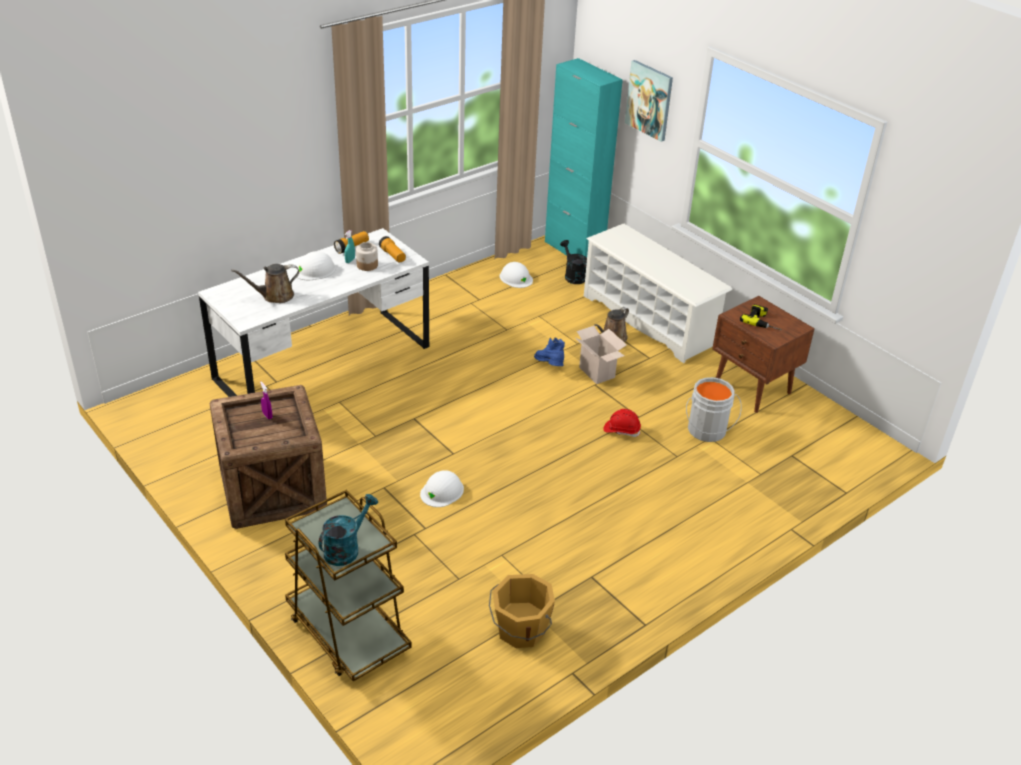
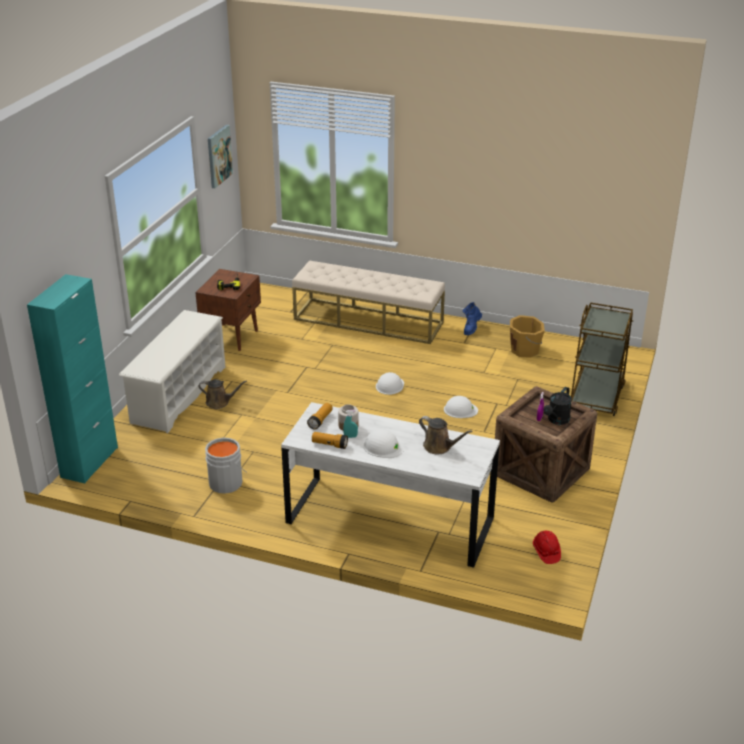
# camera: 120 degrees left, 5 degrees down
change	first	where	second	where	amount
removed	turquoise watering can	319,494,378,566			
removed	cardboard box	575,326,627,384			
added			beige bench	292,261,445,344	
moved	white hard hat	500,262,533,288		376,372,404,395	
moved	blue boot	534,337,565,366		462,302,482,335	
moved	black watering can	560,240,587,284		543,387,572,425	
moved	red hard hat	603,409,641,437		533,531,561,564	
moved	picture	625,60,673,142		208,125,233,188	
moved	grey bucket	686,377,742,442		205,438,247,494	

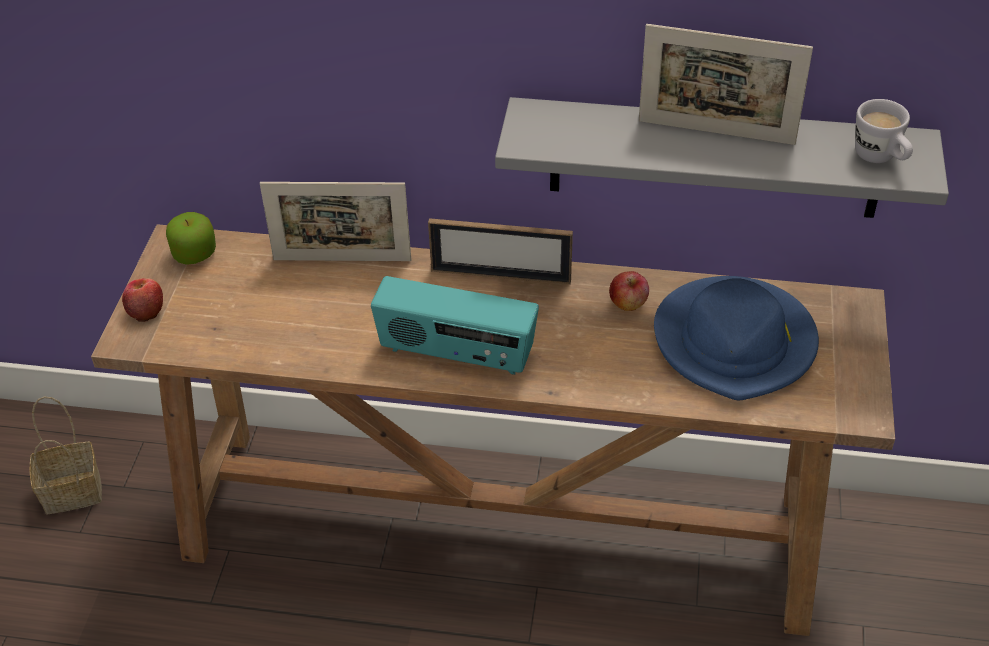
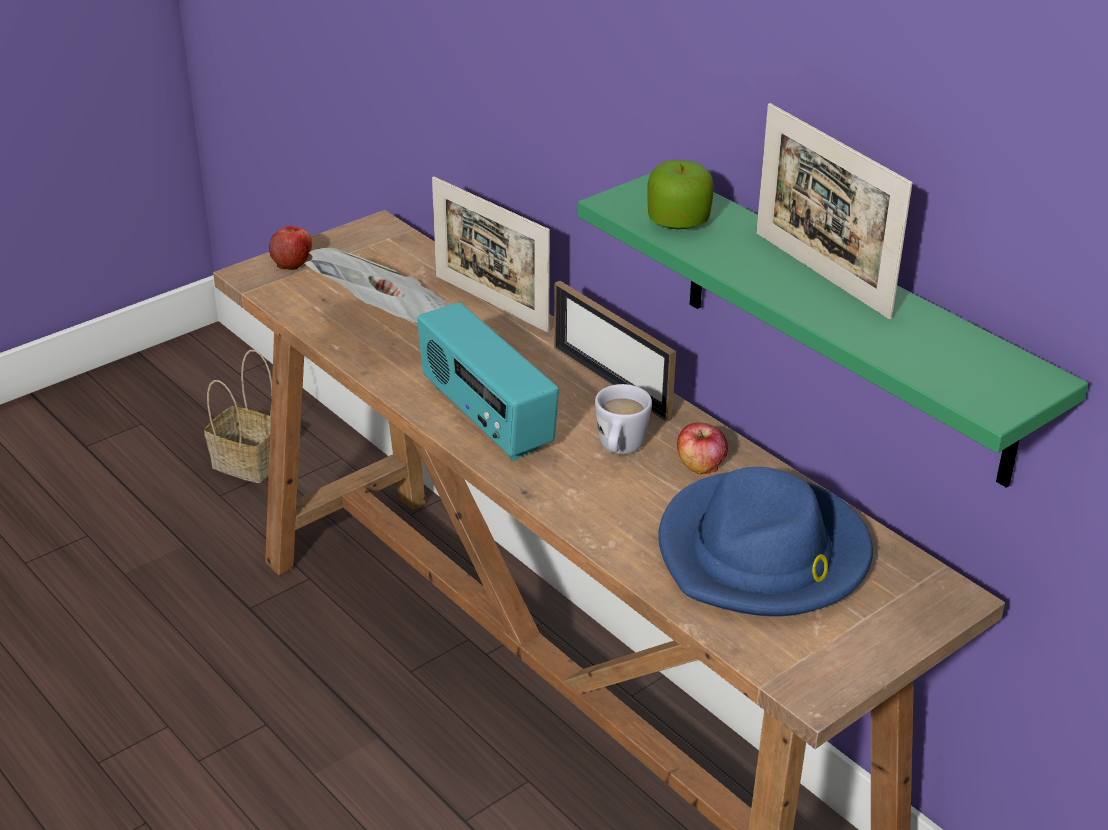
# camera: 40 degrees right, 10 degrees down
change	first	where	second	where	amount
added			newspaper	304,248,451,325	
moved	apple	166,212,216,265		647,160,714,230	
moved	white mug	855,99,913,163		595,384,652,454	
recoloured	grey shelf	495,97,949,218	green shelf	578,173,1089,488	

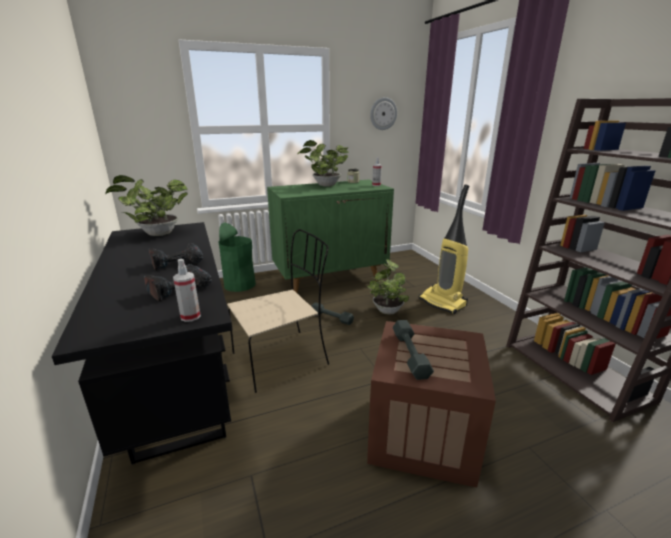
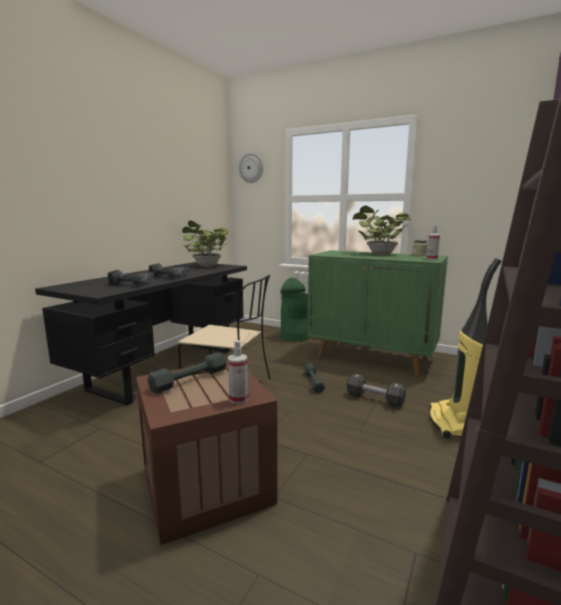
# camera: 50 degrees right, 10 degrees down
change	first	where	second	where	amount
moved	spray bottle	173,259,201,322		228,340,248,404	
moved	wall clock	370,97,397,130		239,153,263,183	
replaced	potted plant	367,259,409,315	black dumbbell	347,373,406,408	

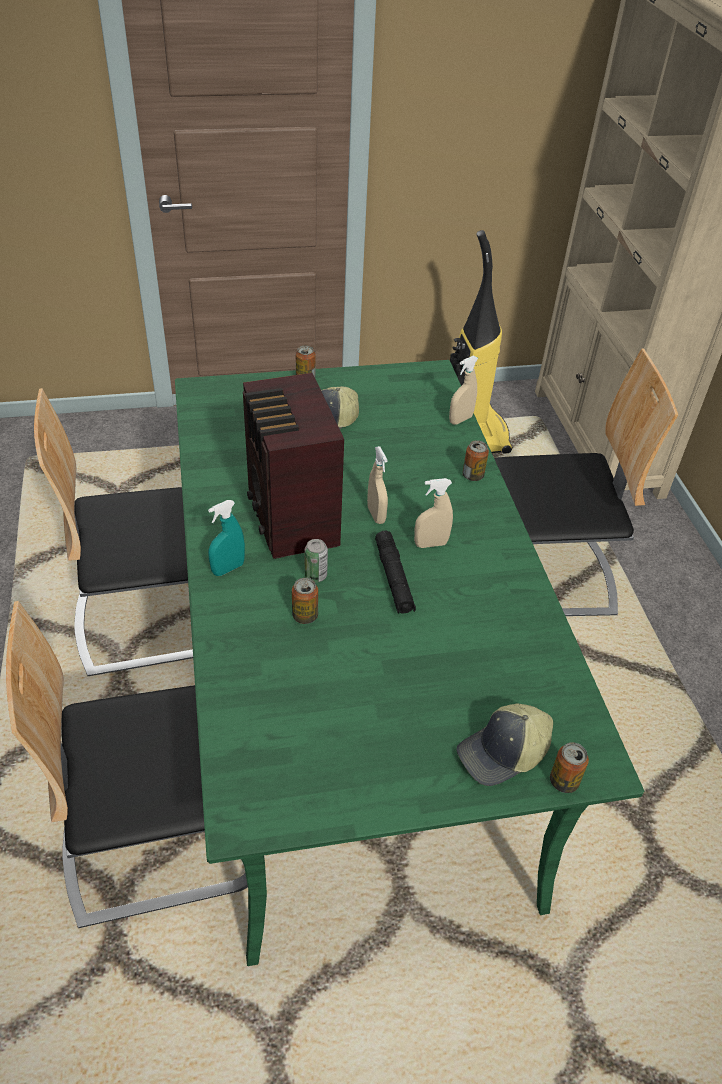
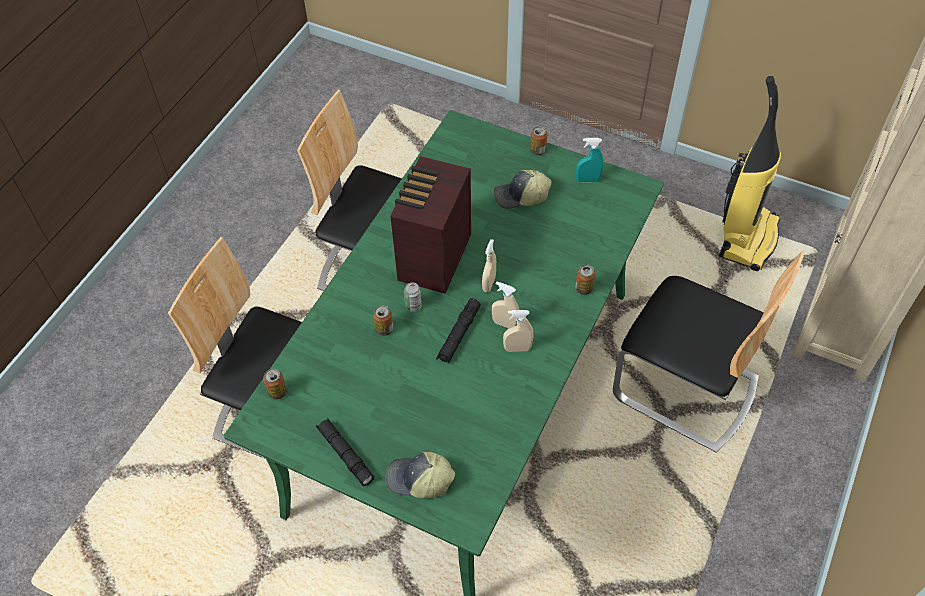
# camera: 40 degrees right, 10 degrees up
change	first	where	second	where	amount
added			black flashlight	316,418,374,486	
moved	turquoise spray bottle	208,500,245,576		576,138,603,182	
moved	beige spray bottle	449,356,478,425		503,310,533,352	
moved	can	550,742,589,793		263,368,287,400	

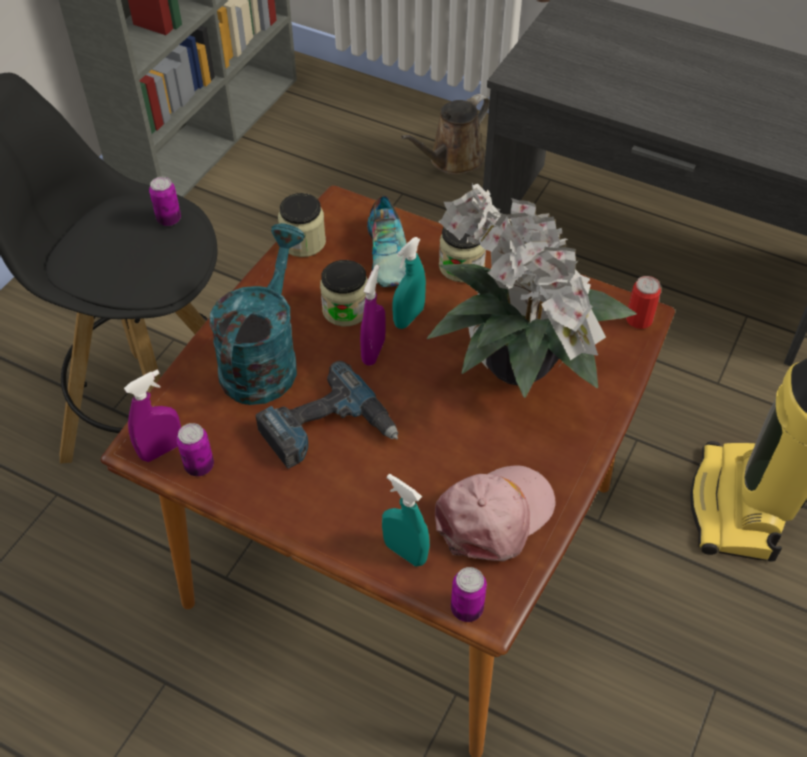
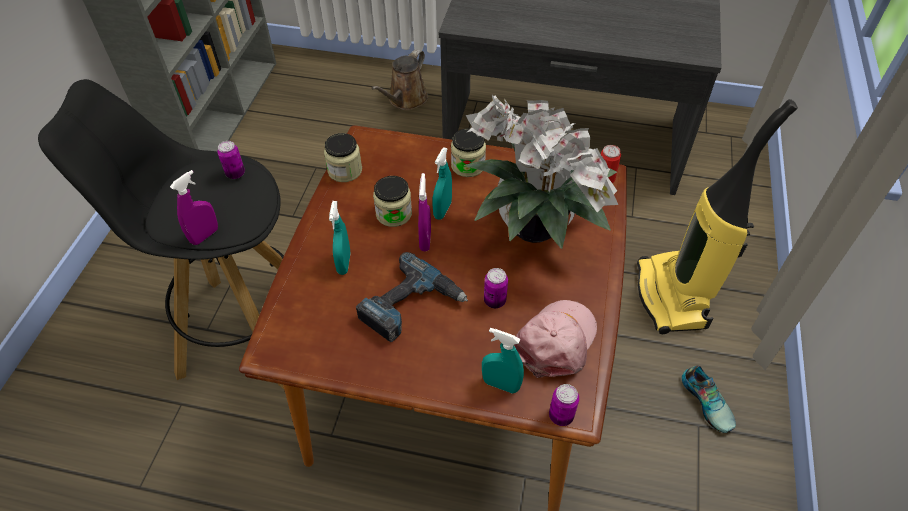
# camera: 15 degrees left, 0 degrees up
change	first	where	second	where	amount
moved	purple spray bottle	124,369,181,462		170,170,218,245	
moved	can	177,423,214,476		484,268,508,308	
moved	shoe	367,196,407,287		682,365,736,433	
replaced	turquoise watering can	210,223,305,405	turquoise spray bottle	329,201,350,275	

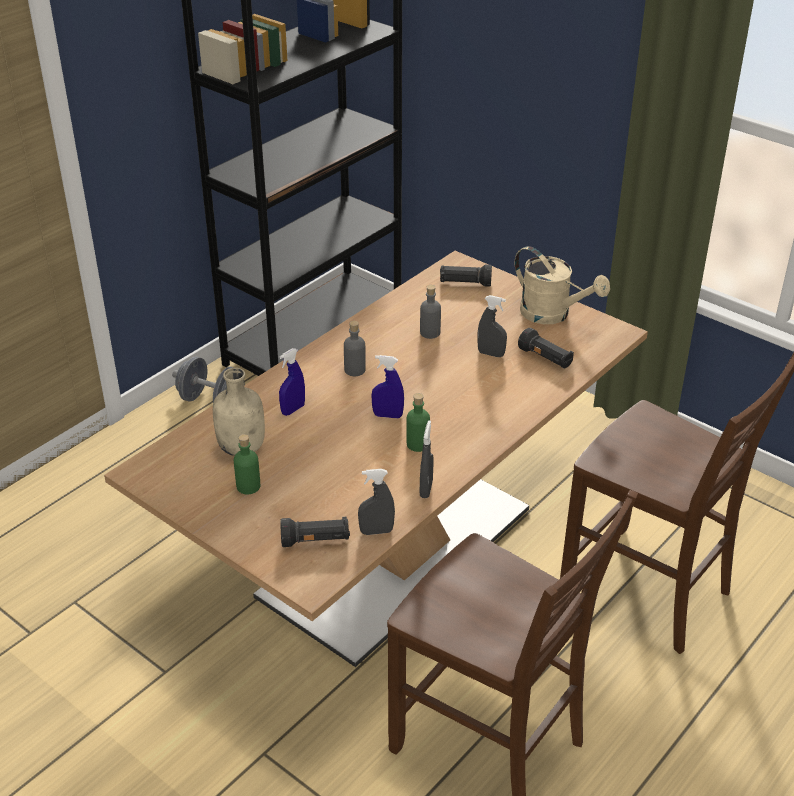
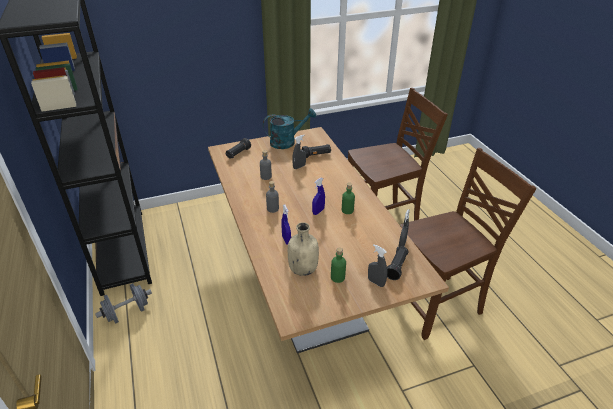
# camera: 60 degrees left, 0 degrees up
change	first	where	second	where	amount
moved	grey spray bottle	420,420,433,498		368,244,387,287	
recoloured	beige watering can	515,246,610,324	turquoise watering can	263,108,316,149	

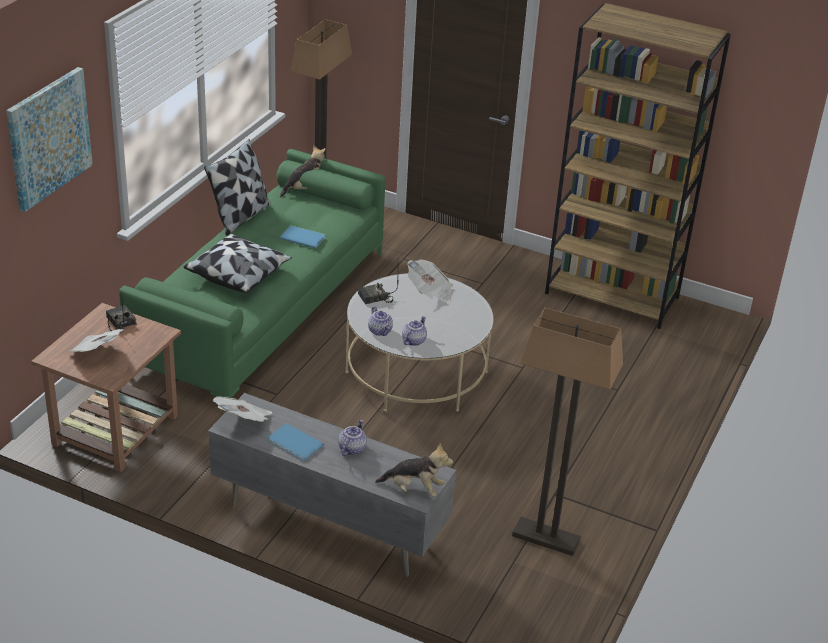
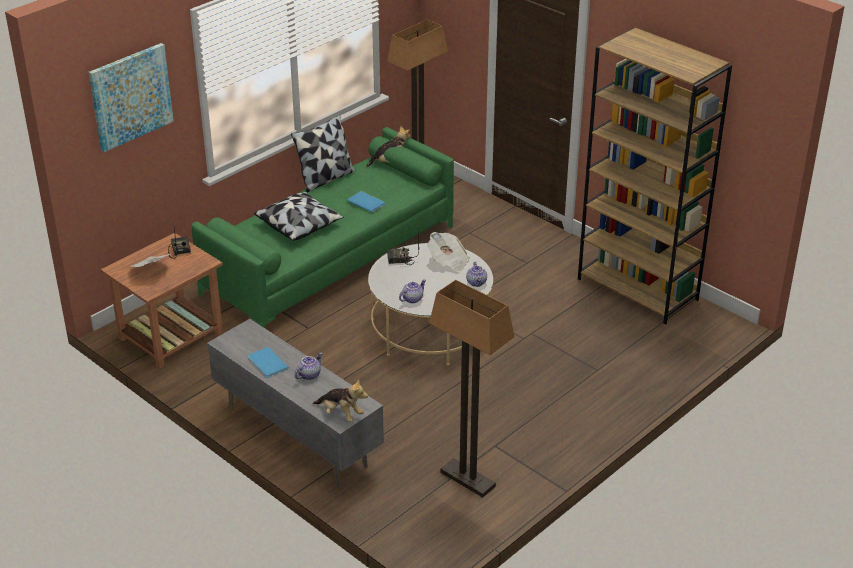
# camera: 20 degrees right, 0 degrees up
change	first	where	second	where	amount
removed	newspaper	213,396,272,422			
moved	teapot	368,306,393,336		466,261,487,287	

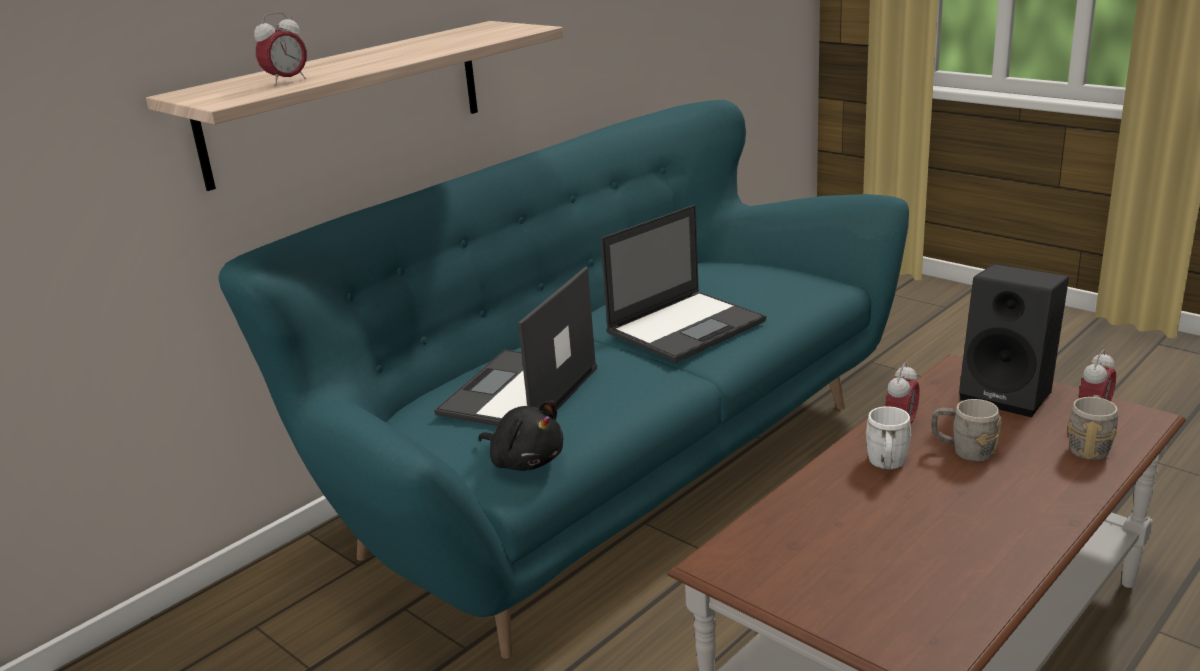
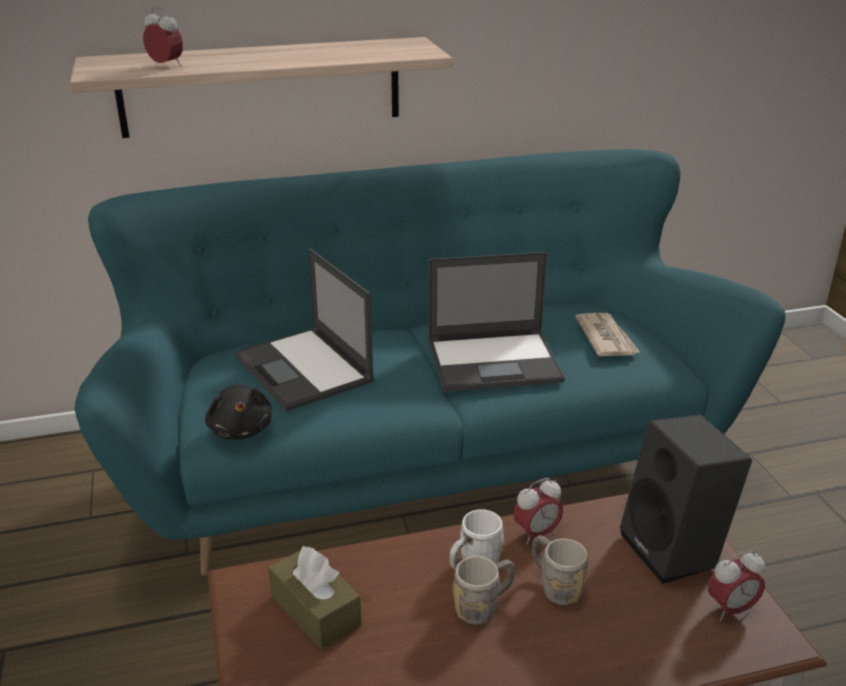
# camera: 30 degrees right, 5 degrees up
change	first	where	second	where	amount
added			brown tissue box	268,546,362,649	
added			newspaper	575,313,640,356	
moved	grey mug	1068,395,1118,460		453,556,515,625	
turned	alarm clock	254,12,307,86		143,7,183,66	135 degrees counterclockwise
turned	laptop	434,266,597,426		234,248,375,411	90 degrees counterclockwise

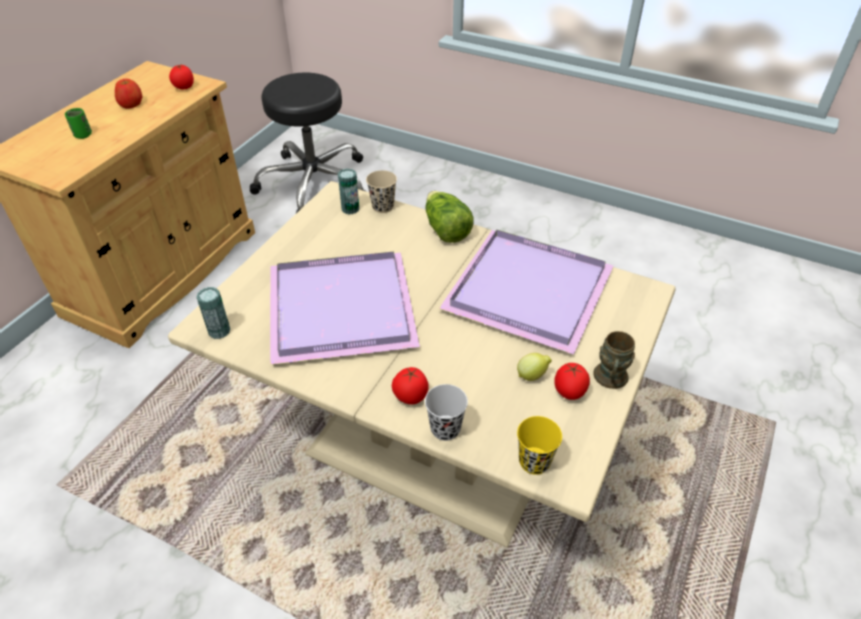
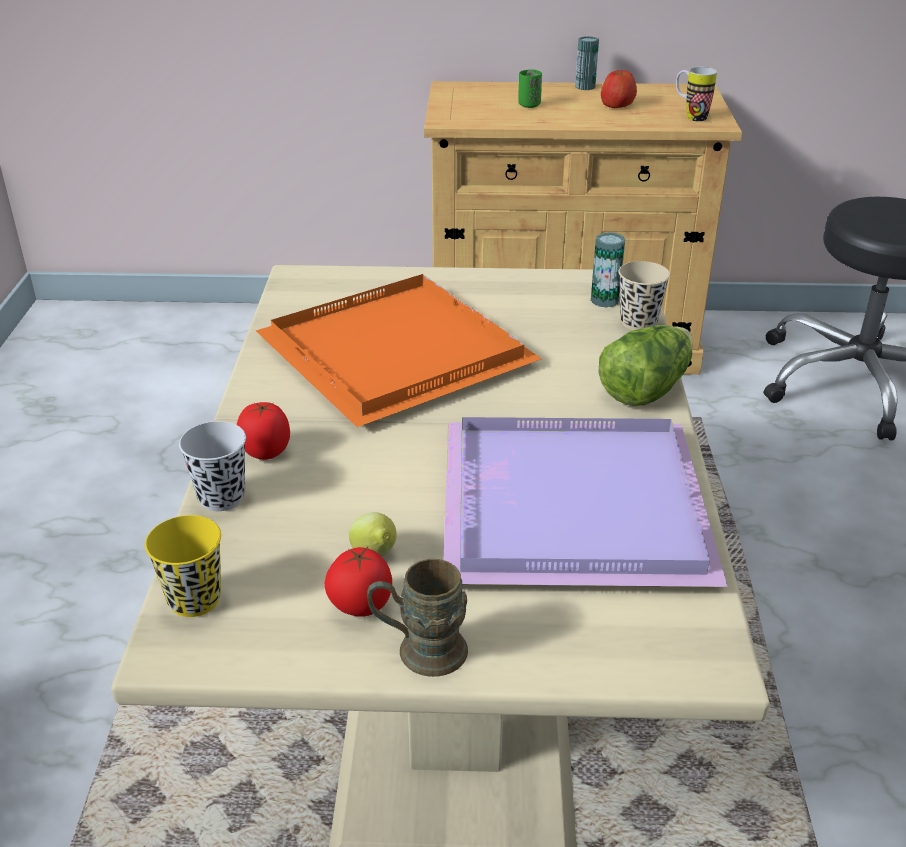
# camera: 65 degrees right, 10 degrees down
change	first	where	second	where	amount
moved	can	197,287,230,339		575,36,599,90	
replaced	tomato	169,65,194,89	mug	676,67,717,121	
recoloured	purple tray	270,252,420,365	orange tray	256,274,541,427	

